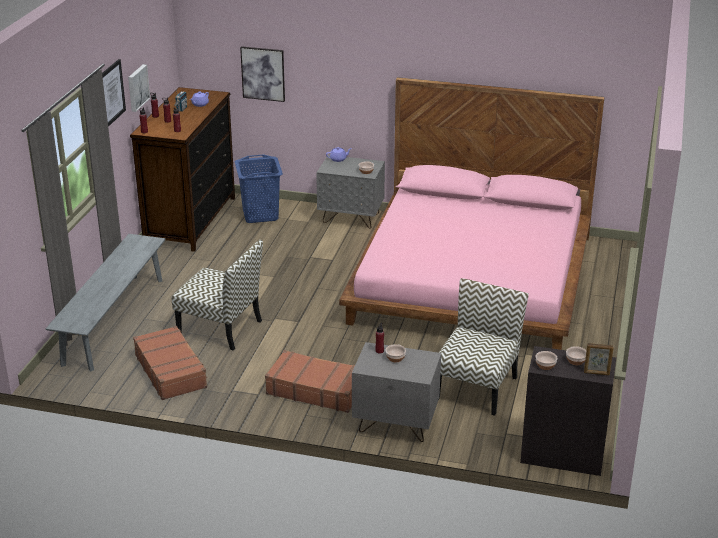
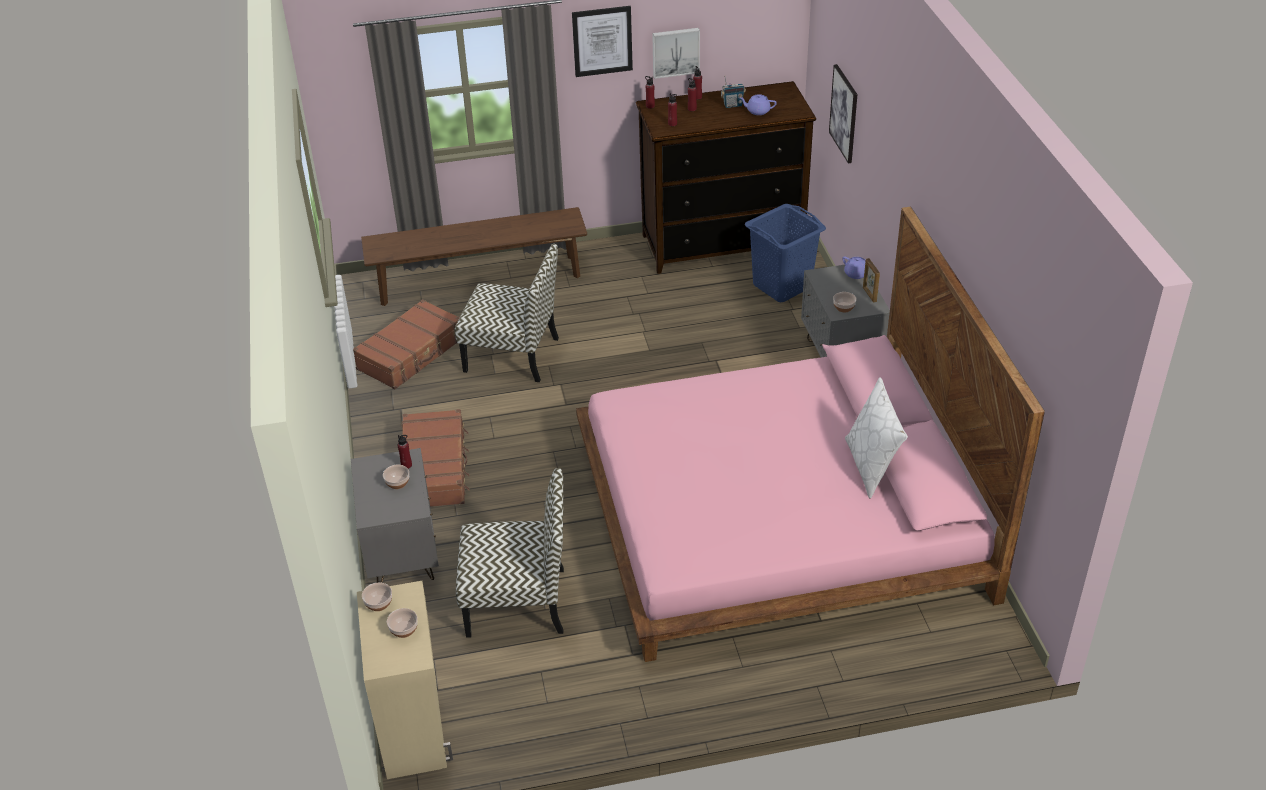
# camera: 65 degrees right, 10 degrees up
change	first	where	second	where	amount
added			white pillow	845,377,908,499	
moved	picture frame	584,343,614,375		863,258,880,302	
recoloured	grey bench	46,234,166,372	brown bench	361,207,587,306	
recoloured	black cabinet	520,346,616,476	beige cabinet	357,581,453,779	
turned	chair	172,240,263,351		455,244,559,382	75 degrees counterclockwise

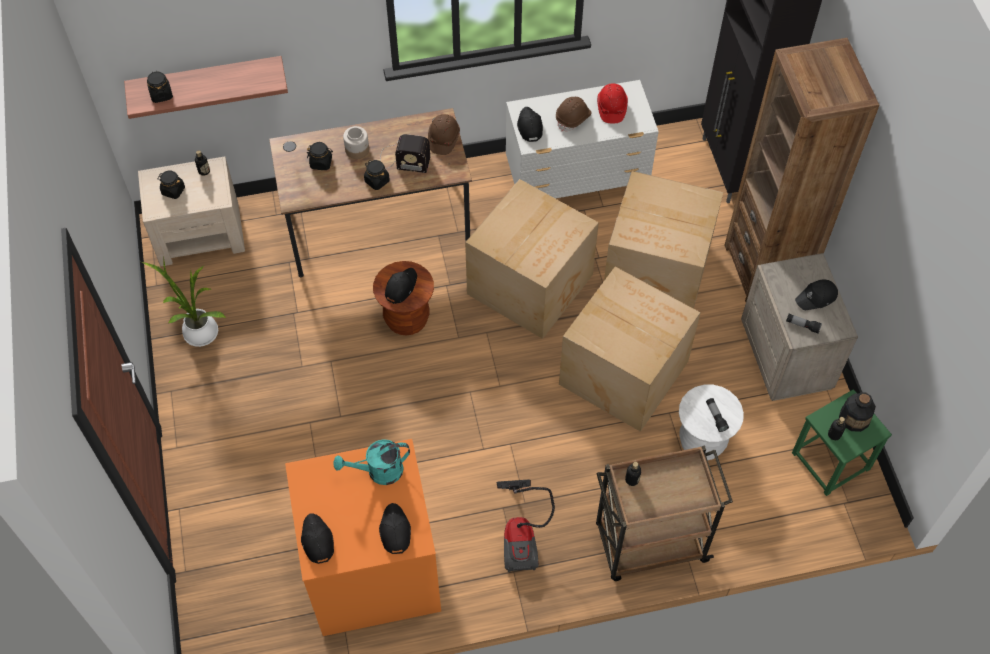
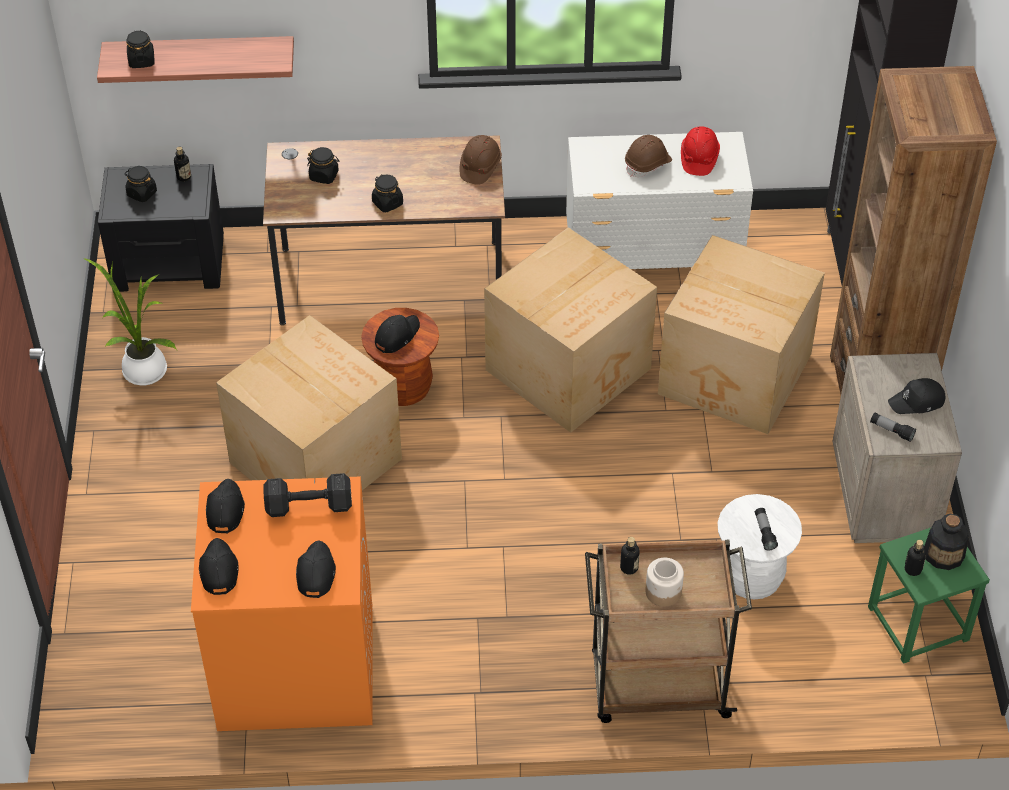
# camera: 10 degrees right, 10 degrees down
change	first	where	second	where	amount
removed	radio	380,134,430,173			
removed	vacuum cleaner	496,479,555,572			
moved	jar	343,126,369,159		645,558,684,607	
moved	black cap	517,107,543,142		206,479,245,533	
moved	cardboard box	559,266,701,432		216,315,402,490	
replaced	turquoise watering can	334,439,410,485	black dumbbell	263,473,352,517	
recoloured	beige nightstand	138,156,245,266	black nightstand	98,164,224,292	

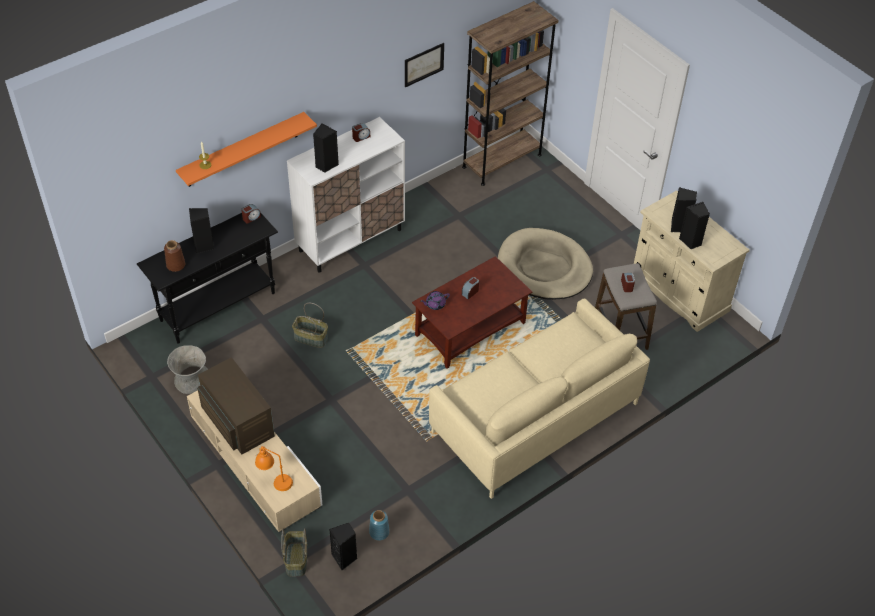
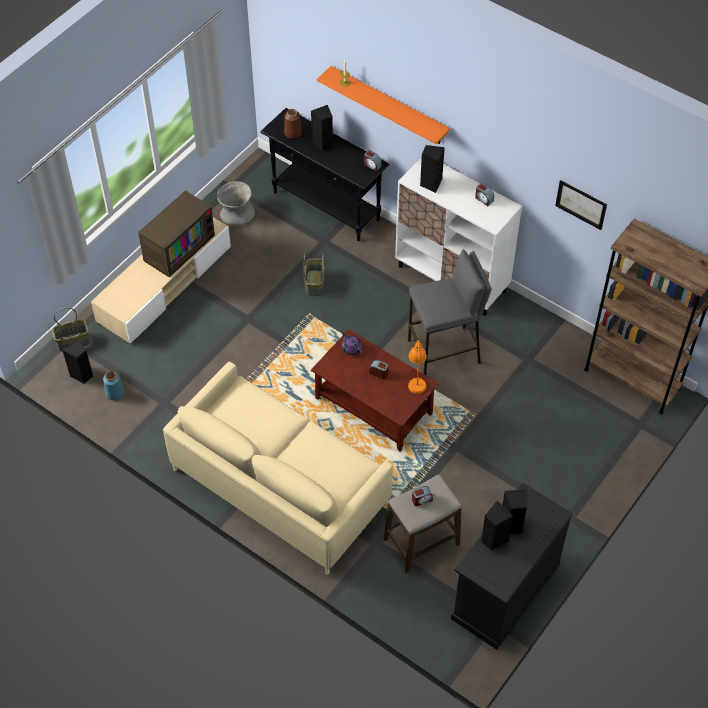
# camera: 75 degrees right, 5 degrees up
change	first	where	second	where	amount
removed	beige dog bed	498,228,593,300			
added			grey stool	408,249,492,375	
moved	orange table lamp	255,446,293,491		408,341,427,394	
recoloured	beige cabinet	634,190,750,332	black cabinet	451,483,573,650	

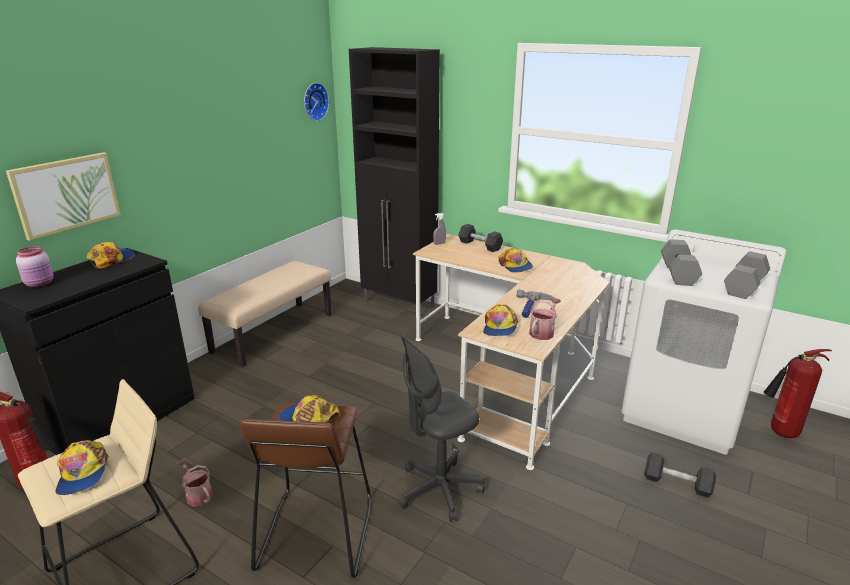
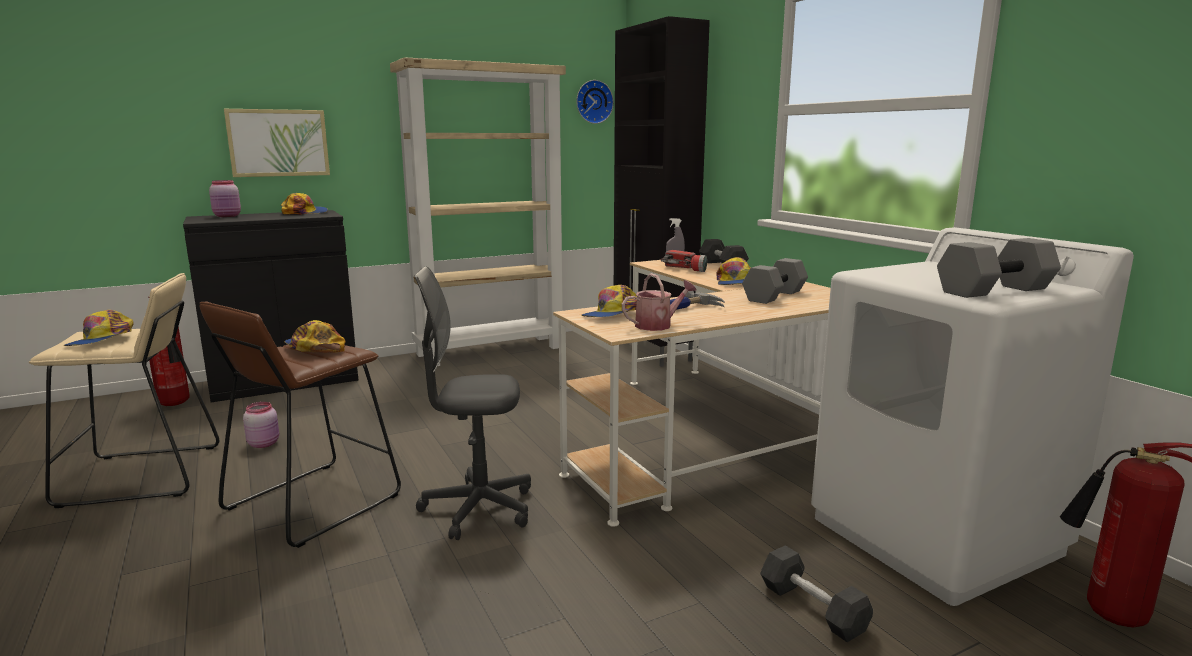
# camera: 30 degrees right, 10 degrees down
change	first	where	second	where	amount
added			flashlight	661,250,707,272	
moved	grey dumbbell	661,239,702,286		742,258,808,304	
replaced	watering can	176,458,213,507	pink jar	243,402,279,448	
replaced	beige bench	198,261,332,367	beige bookcase	390,57,566,366	

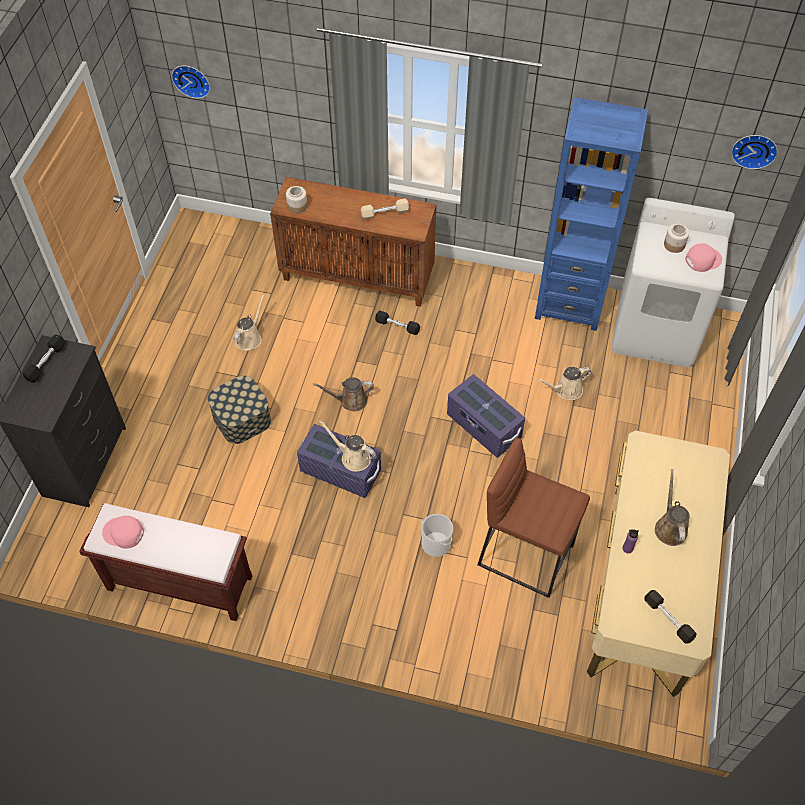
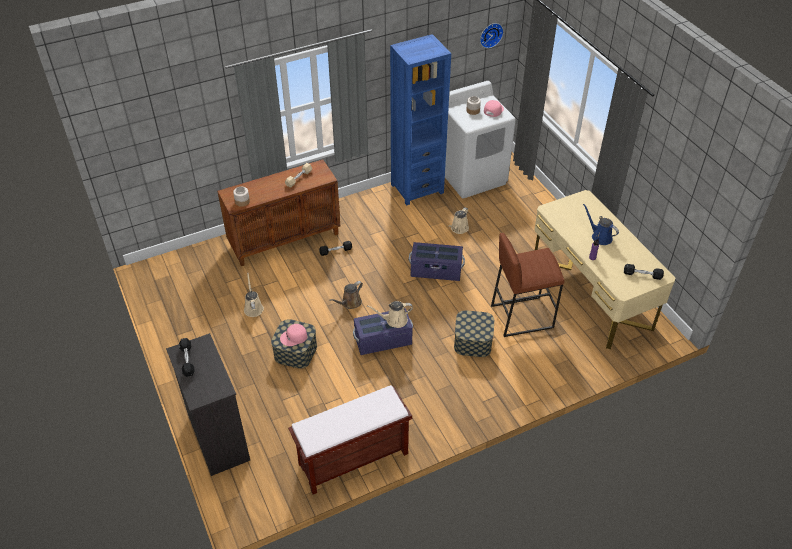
# camera: 40 degrees left, 10 degrees down
change	first	where	second	where	amount
removed	wall clock	172,66,210,99			
moved	pink cap	102,516,144,549		280,324,307,346	
replaced	bucket	421,514,454,557	storage box	454,310,494,357	
recoloured	brown watering can	655,469,690,546	blue watering can	583,204,619,245	

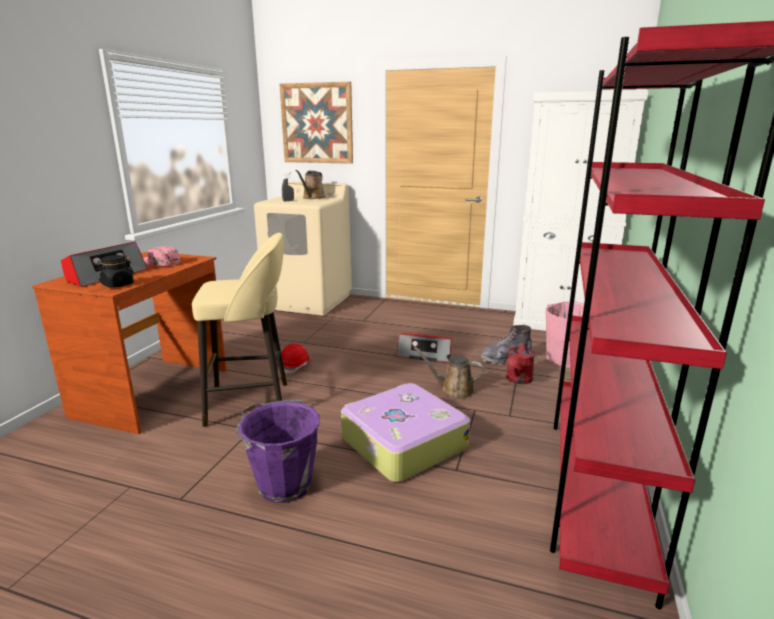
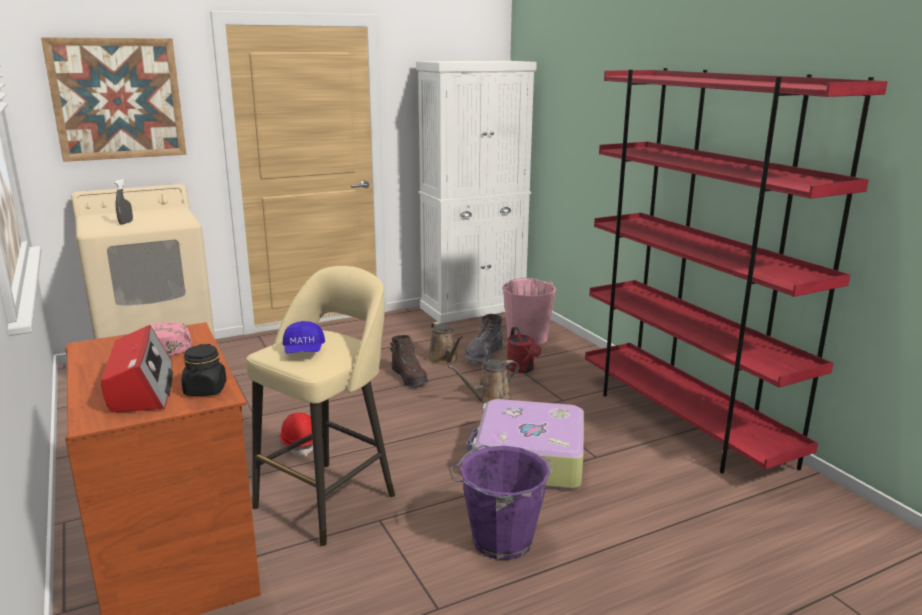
# camera: 45 degrees left, 0 degrees up
change	first	where	second	where	amount
added			blue cap	283,321,325,353	
moved	brown watering can	295,170,325,199		427,322,463,365	
replaced	radio	396,333,452,362	brown boot	390,335,428,387	

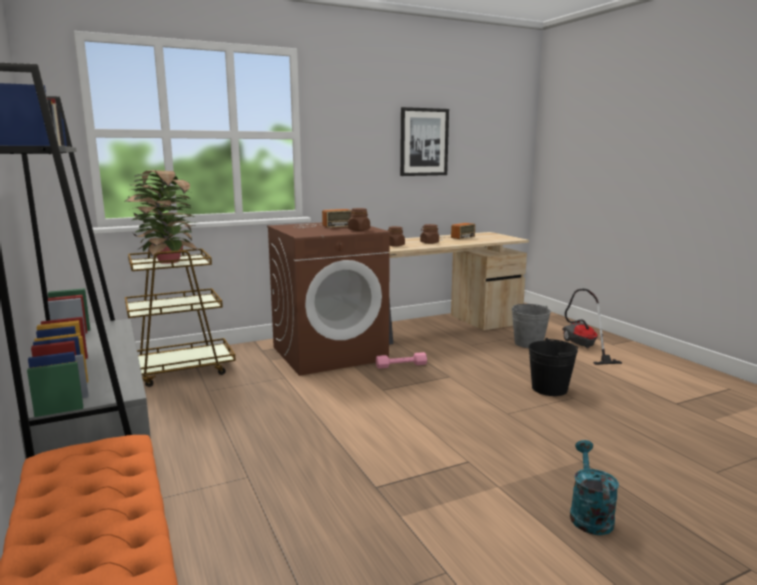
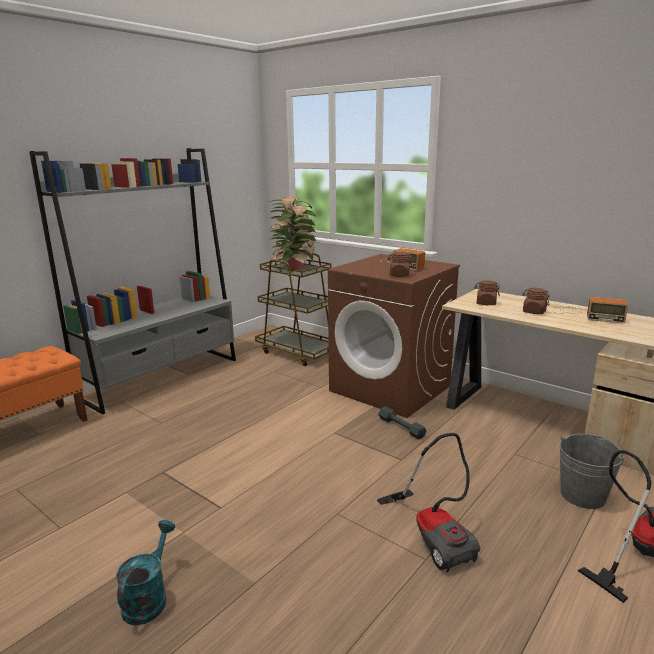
# camera: 65 degrees right, 5 degrees up
change	first	where	second	where	amount
removed	picture	400,107,449,176			
replaced	black bucket	528,338,578,396	vacuum cleaner	377,433,480,573	
recoloured	pink dumbbell	376,352,427,369	grey dumbbell	378,406,426,439	
turned	turquoise watering can	570,440,619,535		116,520,175,625	60 degrees counterclockwise

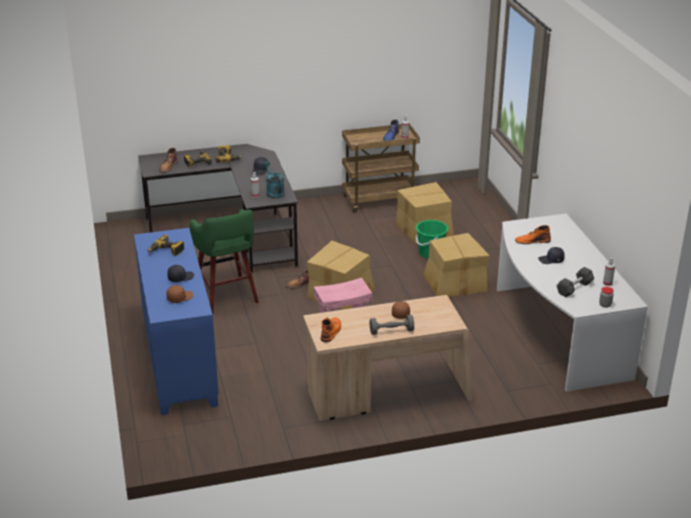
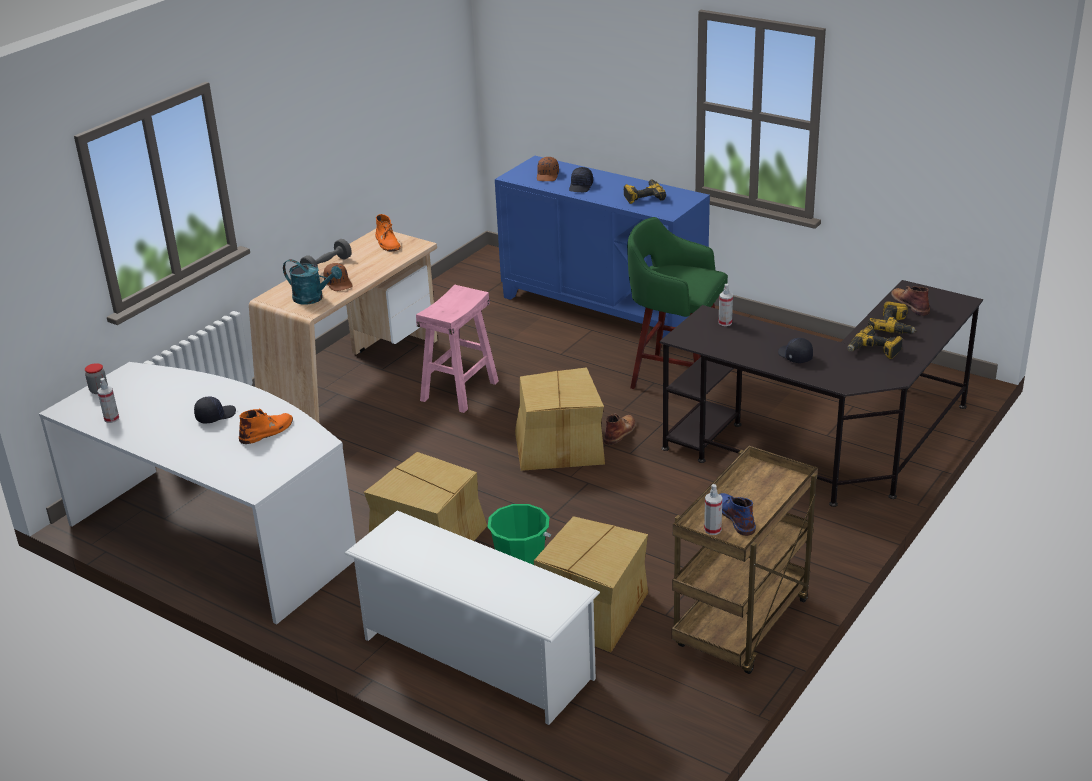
# camera: 140 degrees right, 0 degrees up
change	first	where	second	where	amount
removed	black dumbbell	556,267,594,298			
added			white shoe rack	344,511,600,725	
moved	turquoise watering can	262,161,285,199		283,259,342,305	

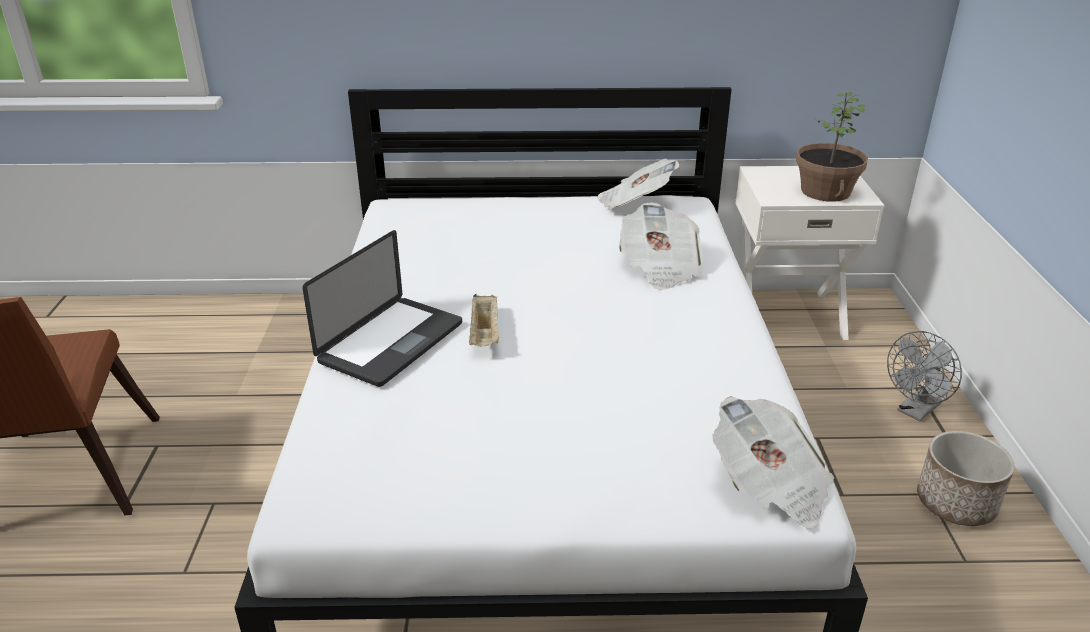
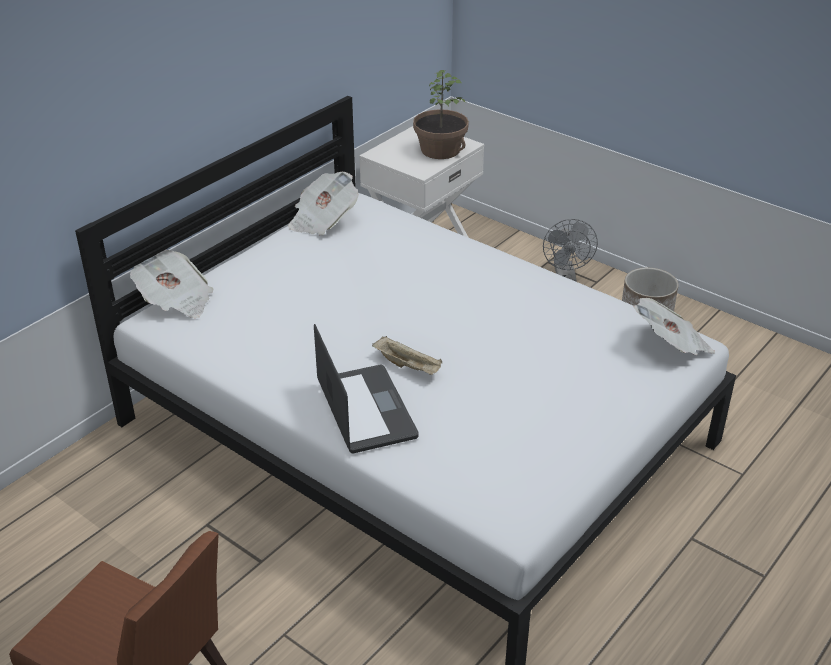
# camera: 50 degrees left, 5 degrees up
change	first	where	second	where	amount
moved	newspaper	618,203,703,290		130,250,214,318	

